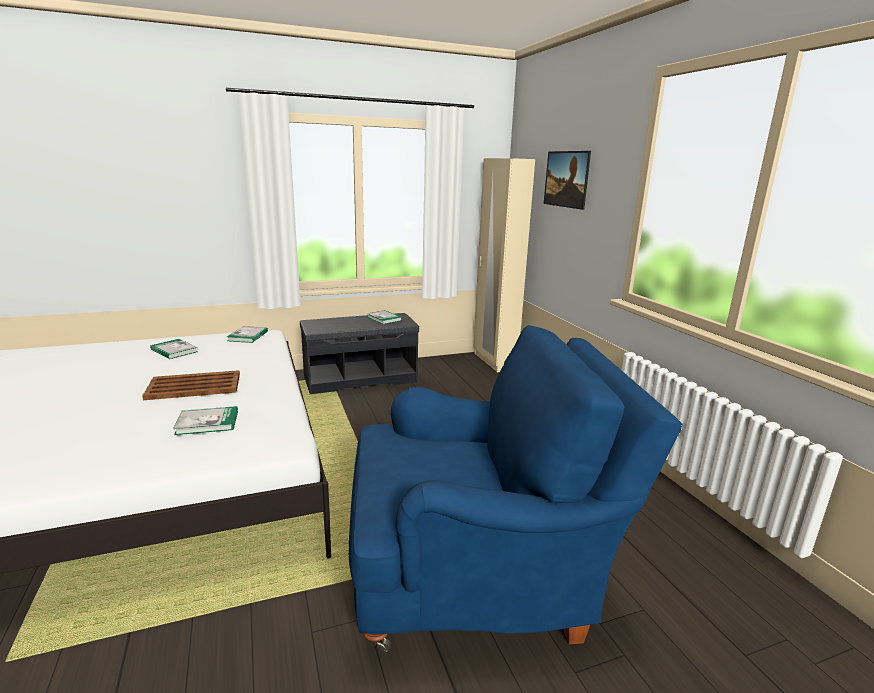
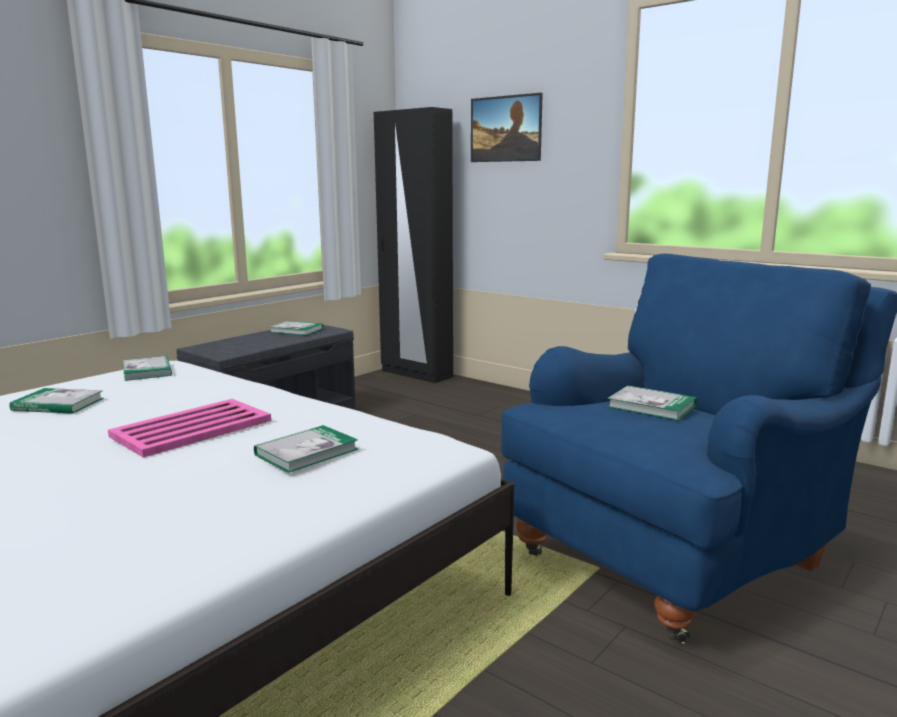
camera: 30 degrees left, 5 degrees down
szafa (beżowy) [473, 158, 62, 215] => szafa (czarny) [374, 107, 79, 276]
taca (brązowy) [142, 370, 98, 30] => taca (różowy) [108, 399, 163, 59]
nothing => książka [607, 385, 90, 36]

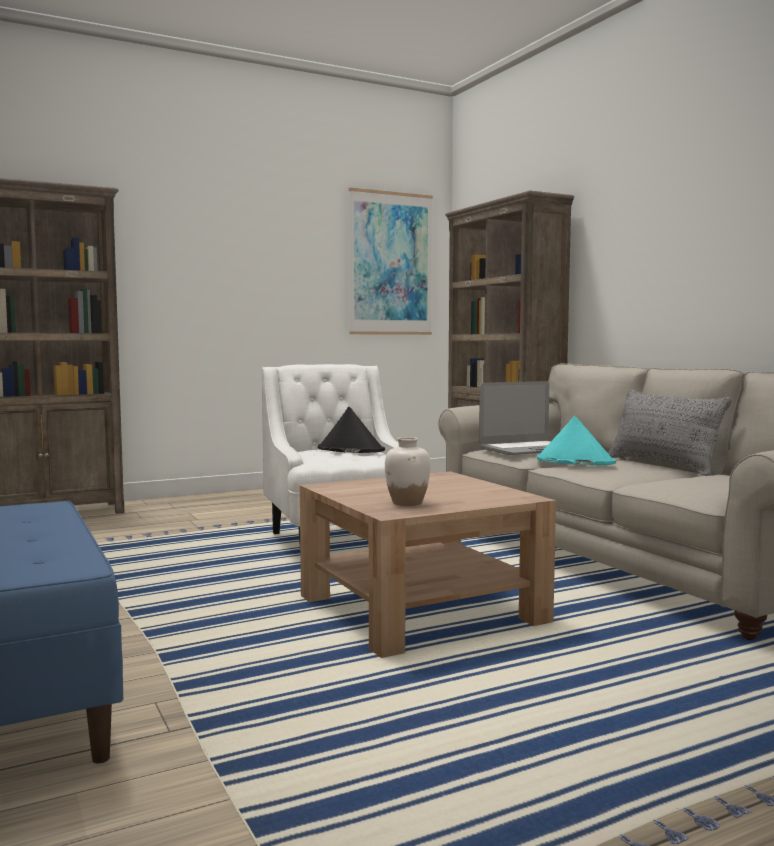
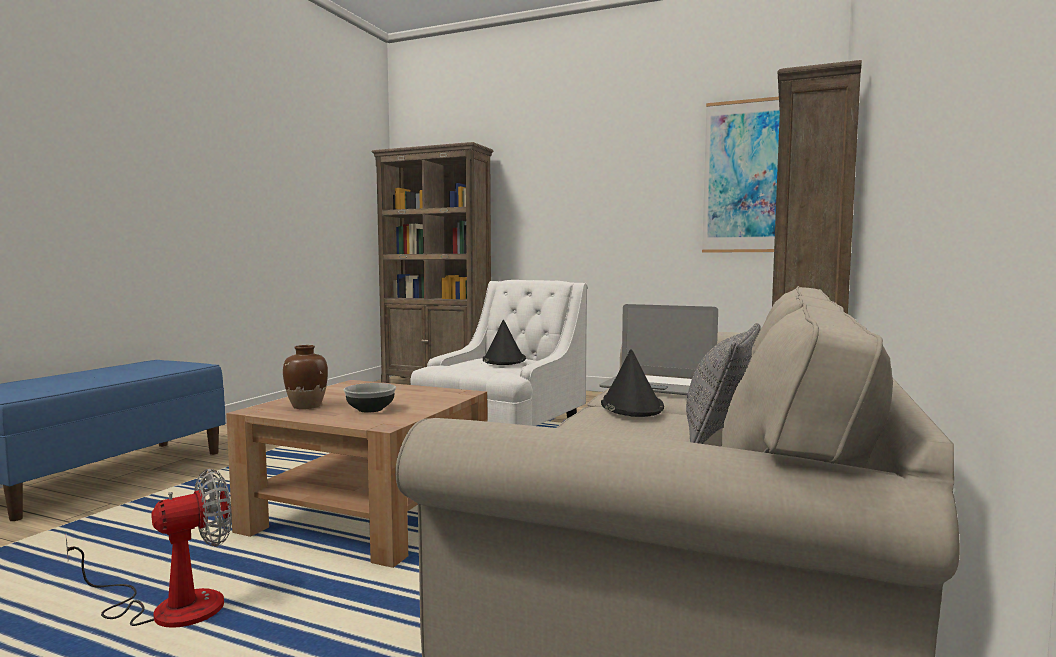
camera: 50 degrees right, 0 degrees up
kapelusz (turkusowy) [537, 416, 79, 49] => kapelusz (czarny) [601, 349, 63, 68]
wazon (biały) [385, 437, 45, 69] => wazon (brązowy) [283, 345, 45, 64]
nothing => miska [344, 383, 52, 29]
nothing => wentylator [65, 469, 167, 159]

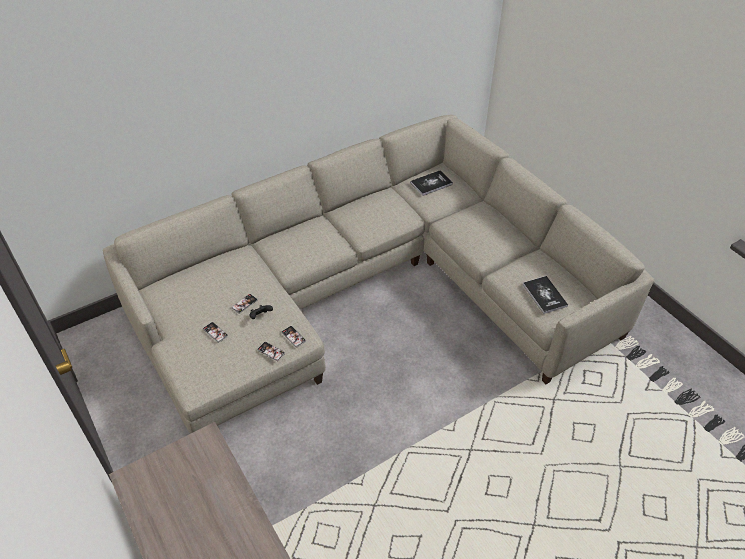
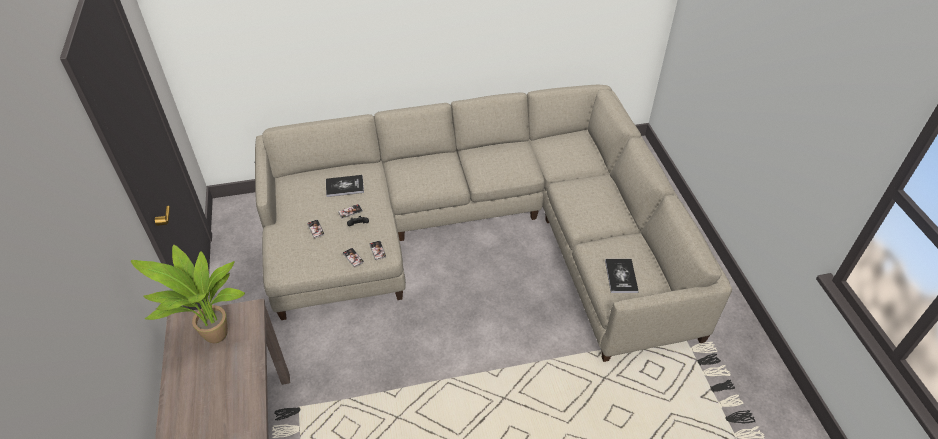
camera: 20 degrees right, 0 degrees up
książka [410, 170, 43, 26] => książka [326, 175, 38, 22], relocated
nothing => roślina doniczkowa [131, 245, 114, 98]

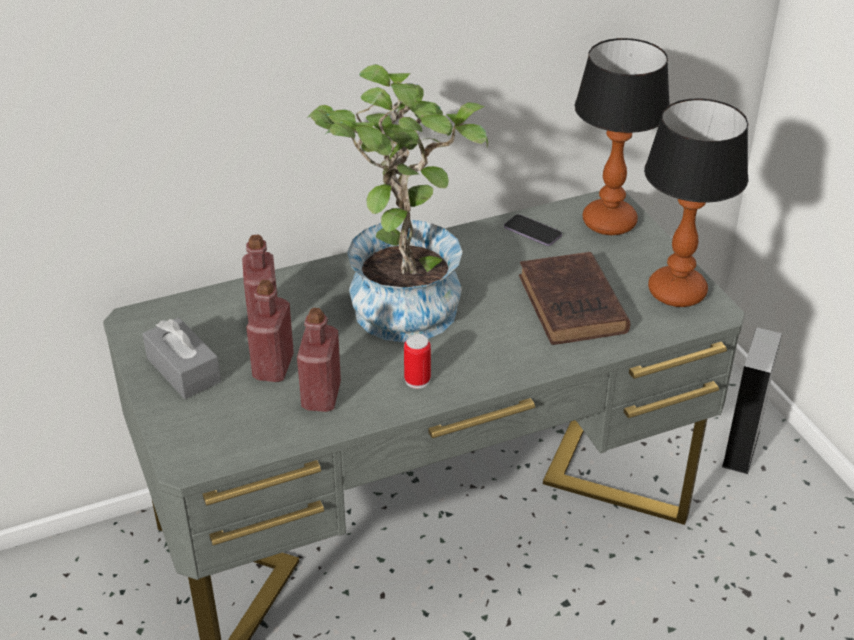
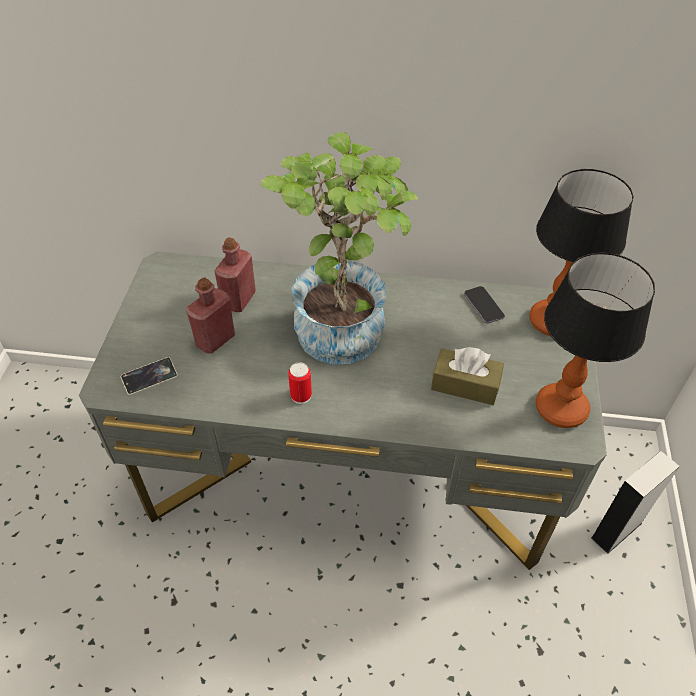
camera: 30 degrees right, 10 degrees up
książka (brązowy) [519, 252, 111, 93] => pudełko chusteczek (brązowy) [431, 347, 73, 58]
butelka (czerwony) [297, 308, 44, 104] => nothing
pudełko chusteczek (szary) [142, 317, 79, 82] => nothing
nothing => telefon [121, 357, 57, 38]

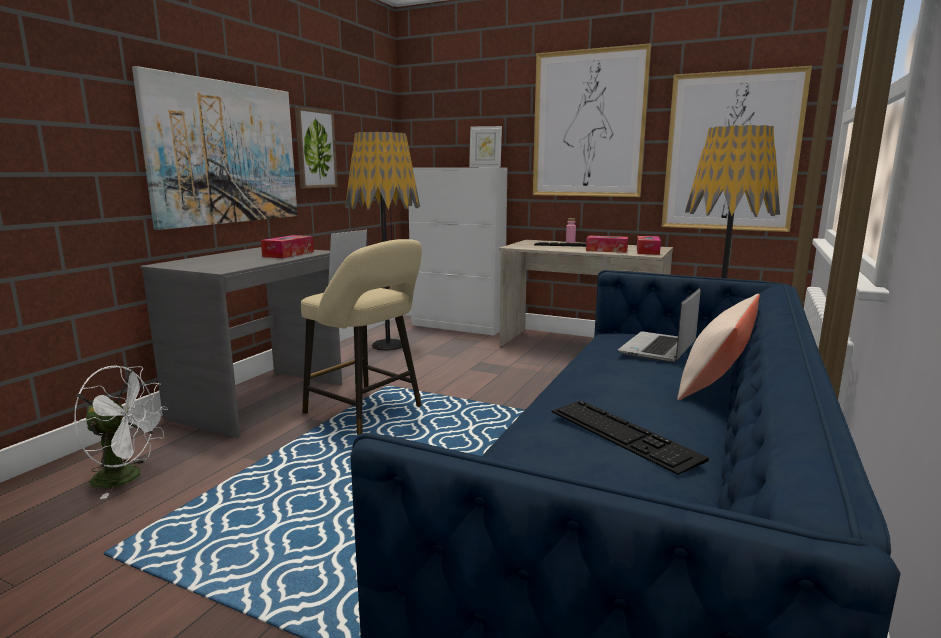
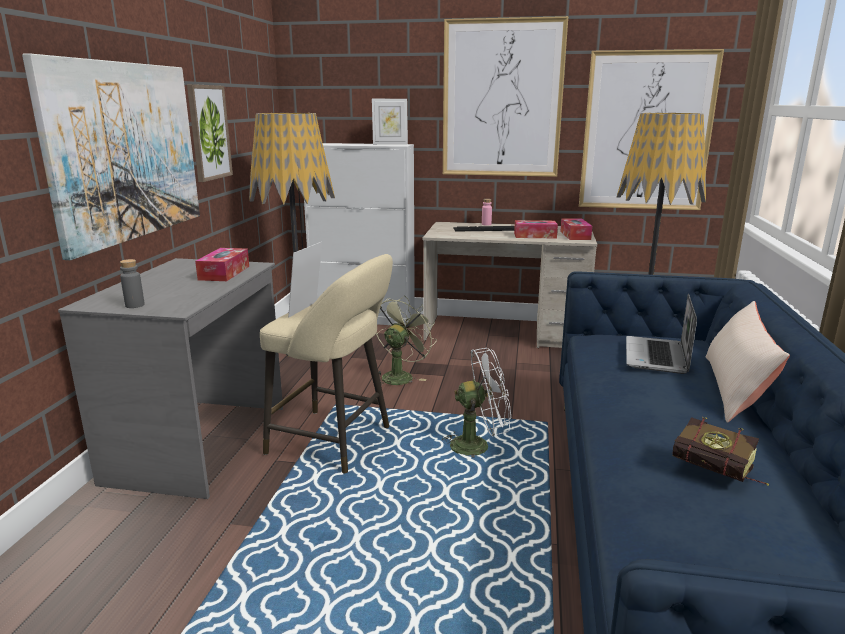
camera: 15 degrees left, 5 degrees up
wentylator (biały) [74, 366, 94, 133] => wentylator (biały) [442, 348, 69, 109], relocated
klawiatura [552, 400, 157, 75] => książka [672, 417, 97, 69]
nothing => butelka (szary) [120, 259, 25, 49]
nothing => wentylator (zielony) [371, 295, 66, 90]

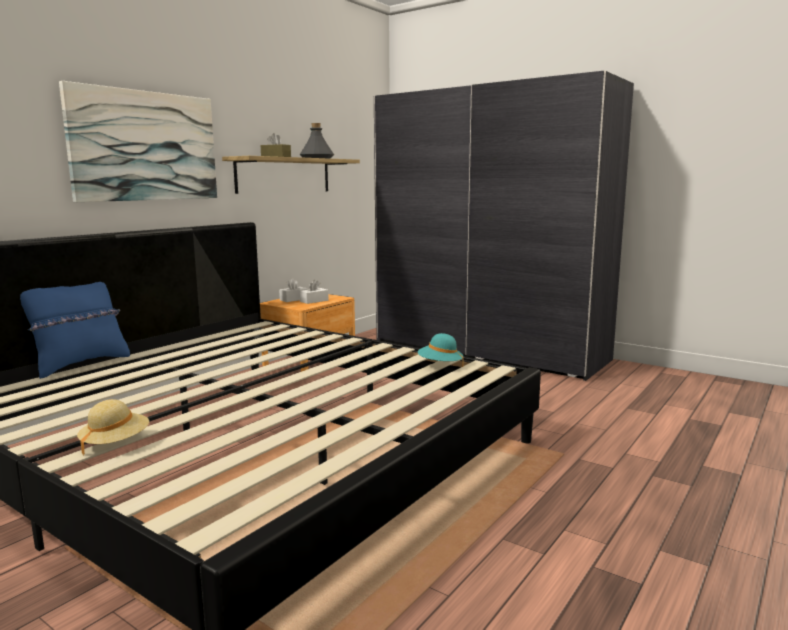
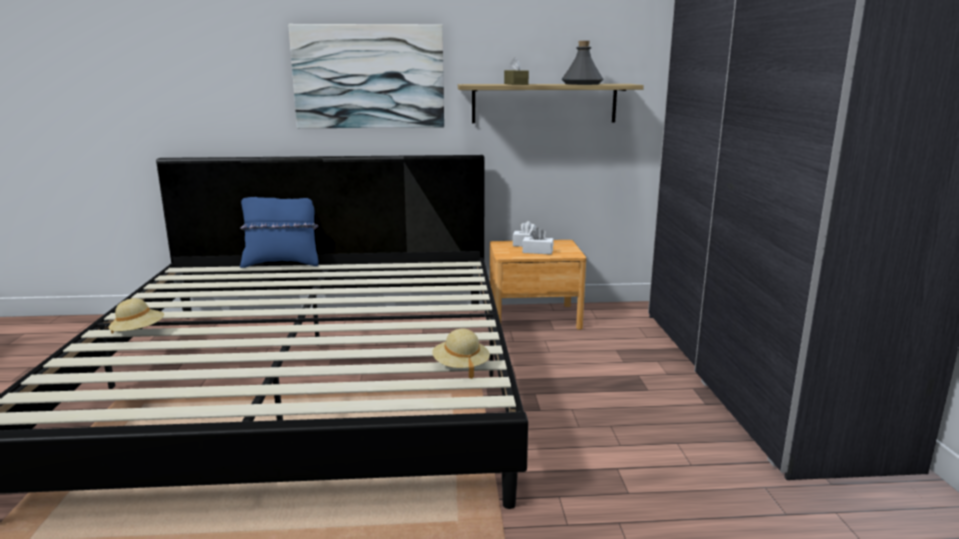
camera: 50 degrees right, 5 degrees up
kapelusz (turkusowy) [418, 333, 46, 34] => kapelusz (beżowy) [432, 329, 58, 50]

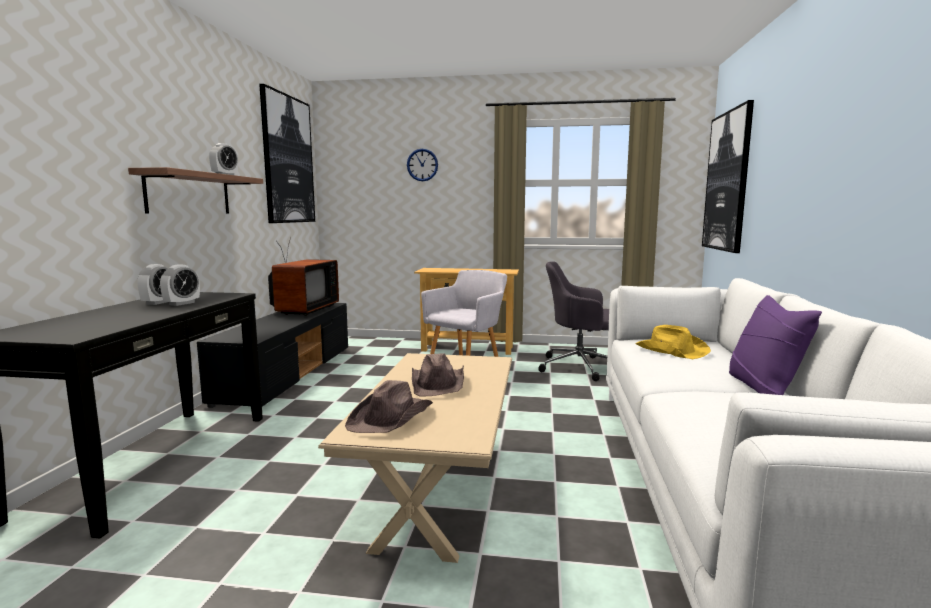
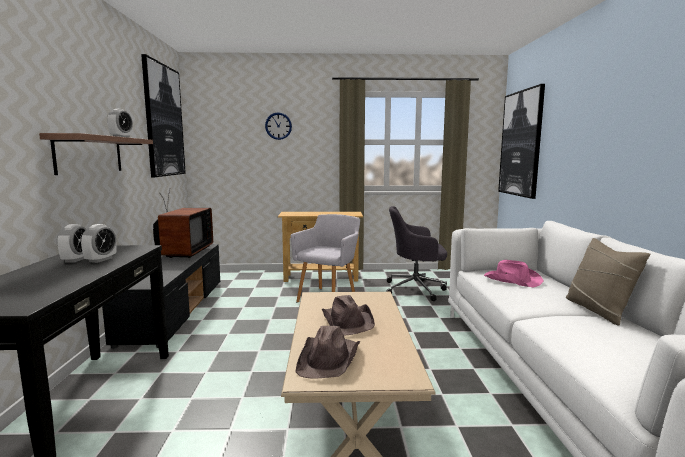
camera: 10 degrees left, 0 degrees up
poduszka (fioletowy) [729, 295, 93, 100] => poduszka (beżowy) [566, 238, 85, 87]
kapelusz (żółty) [636, 325, 75, 34] => kapelusz (różowy) [484, 260, 59, 27]

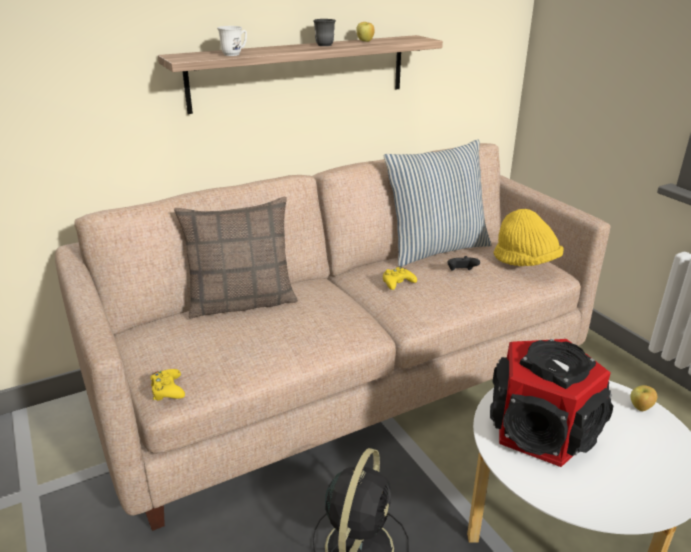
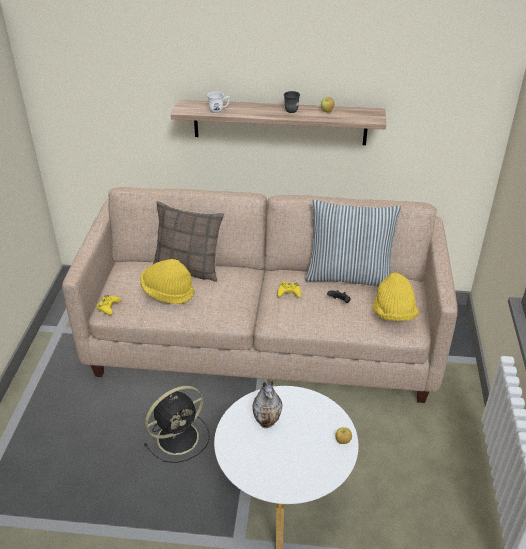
camera: 35 degrees right, 10 degrees up
głośnik [490, 339, 123, 128] => wazon [252, 380, 30, 48]
nothing => kapelusz (żółty) [140, 259, 55, 45]

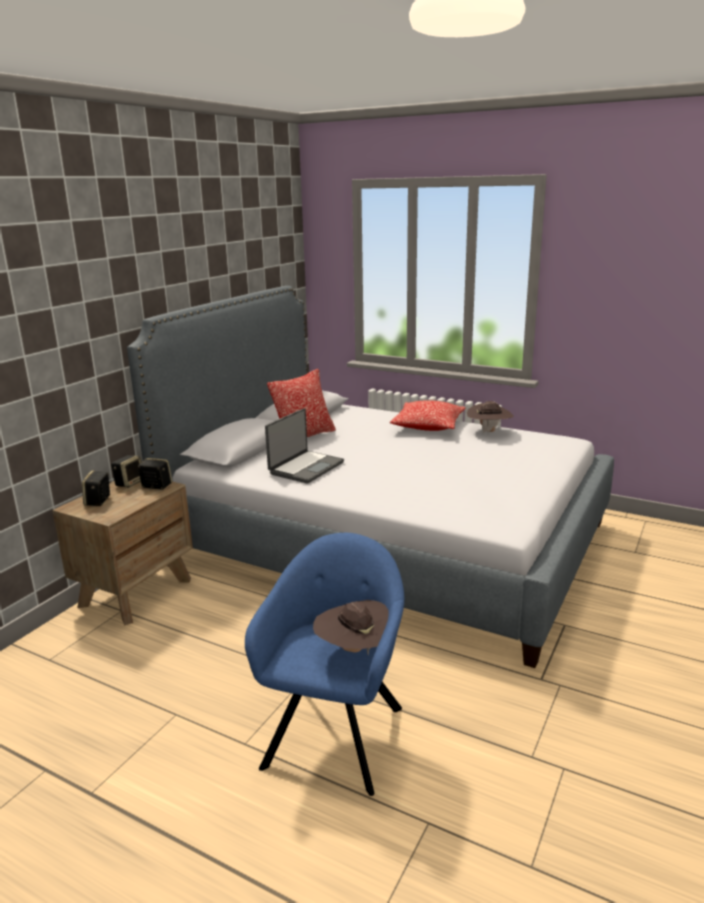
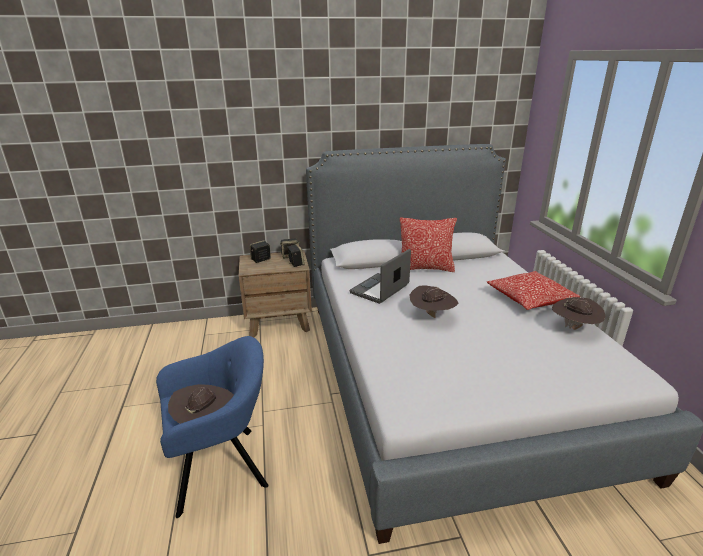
camera: 50 degrees right, 5 degrees up
laptop [265, 408, 79, 76] => laptop [349, 249, 62, 55], 135 degrees clockwise
nothing => kapelusz (brązowy) [410, 286, 48, 32]

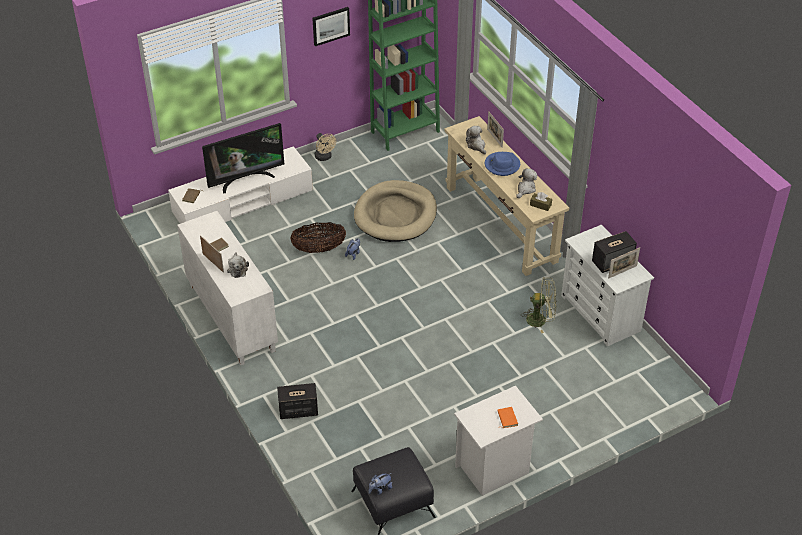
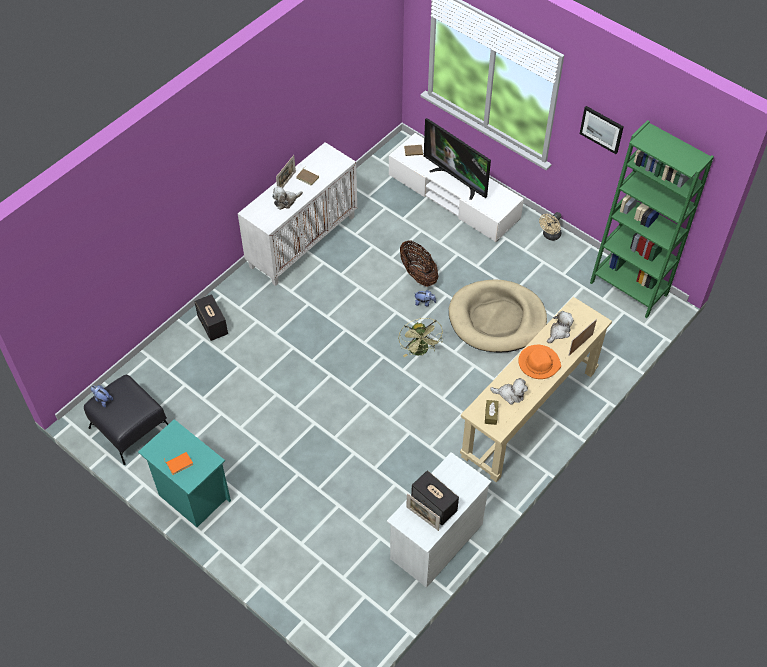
camera: 70 degrees right, 10 degrees up
kapelusz (niebieski) [485, 152, 35, 24] => kapelusz (pomarańczowy) [518, 345, 43, 34]
wentylator (zielony) [524, 277, 33, 56] => wentylator (zielony) [398, 318, 45, 39], relocated
szafka nocna (biały) [454, 385, 89, 111] => szafka nocna (turkusowy) [138, 419, 93, 108]

